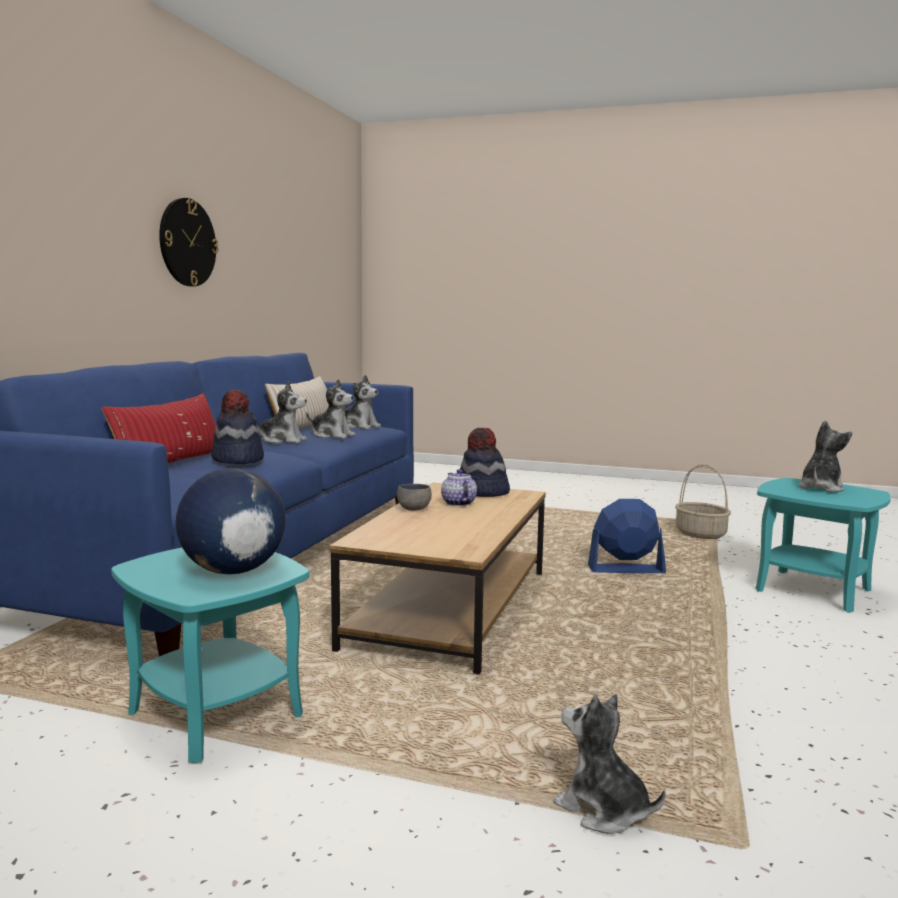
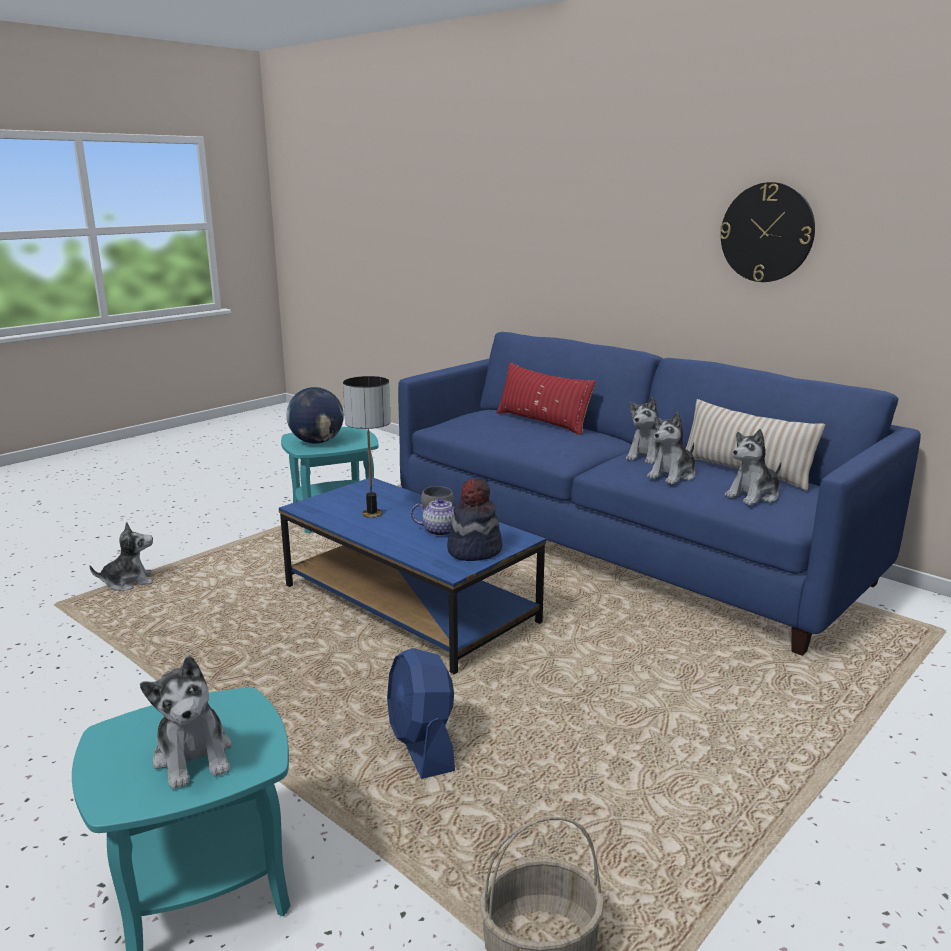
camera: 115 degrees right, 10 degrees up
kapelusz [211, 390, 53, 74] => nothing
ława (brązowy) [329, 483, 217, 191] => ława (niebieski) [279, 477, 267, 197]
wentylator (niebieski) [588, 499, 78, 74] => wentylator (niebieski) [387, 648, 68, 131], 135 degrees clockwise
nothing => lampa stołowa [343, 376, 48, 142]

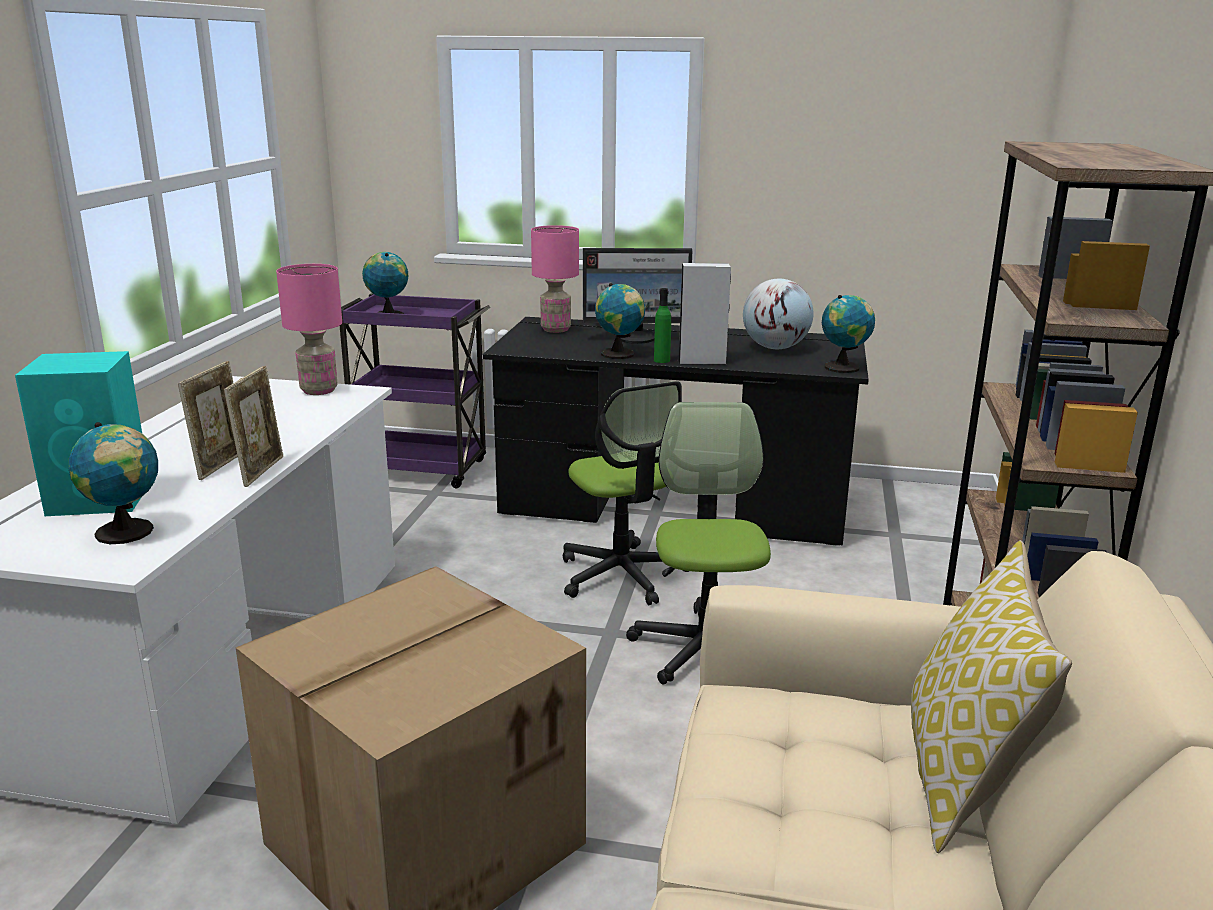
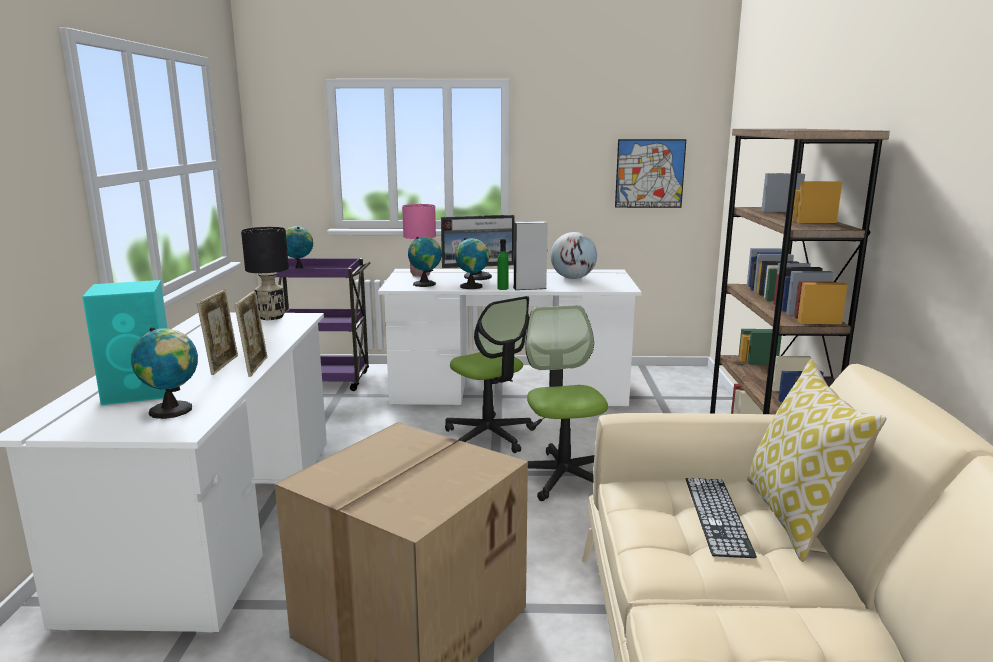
camera: 10 degrees left, 5 degrees down
lampa stołowa (różowy) [276, 264, 66, 131] => lampa stołowa (czarny) [241, 227, 48, 93]
globus [822, 295, 53, 78] => globus [408, 237, 34, 50], relocated
biurko (czarny) [483, 317, 386, 229] => biurko (biały) [378, 269, 264, 138]
nothing => obraz [615, 139, 71, 69]
nothing => klawiatura [686, 478, 71, 80]

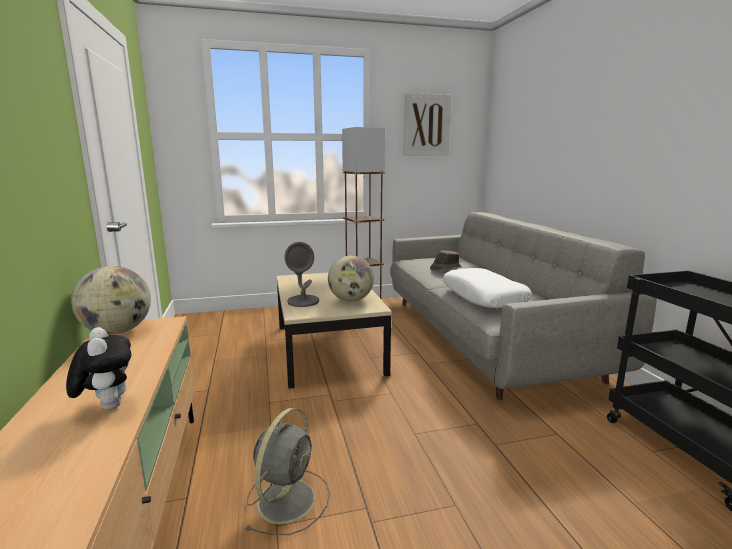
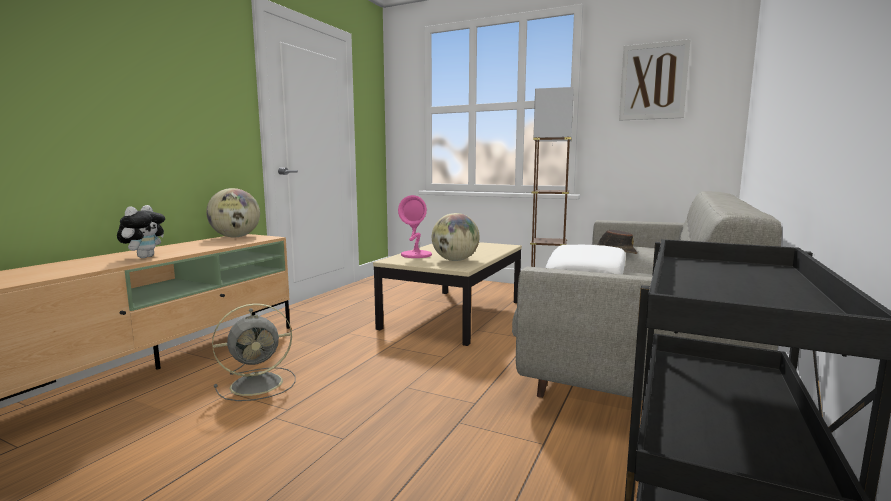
camera: 40 degrees right, 5 degrees down
lampa stołowa (szary) [284, 242, 35, 65] => lampa stołowa (różowy) [398, 195, 34, 63]

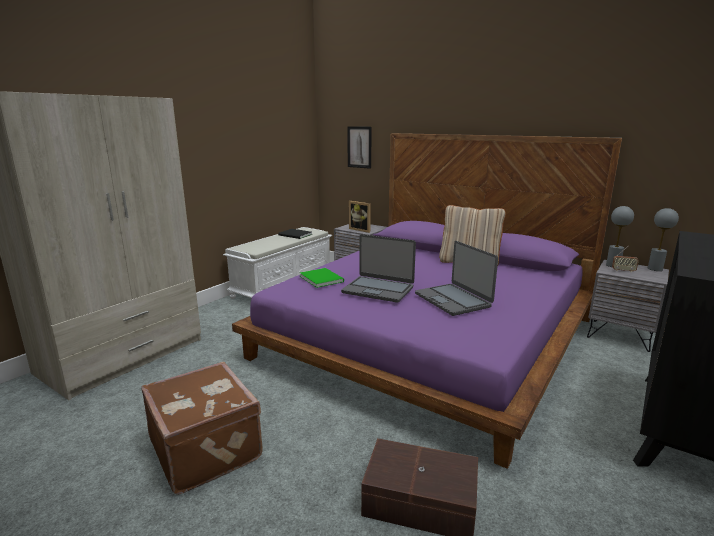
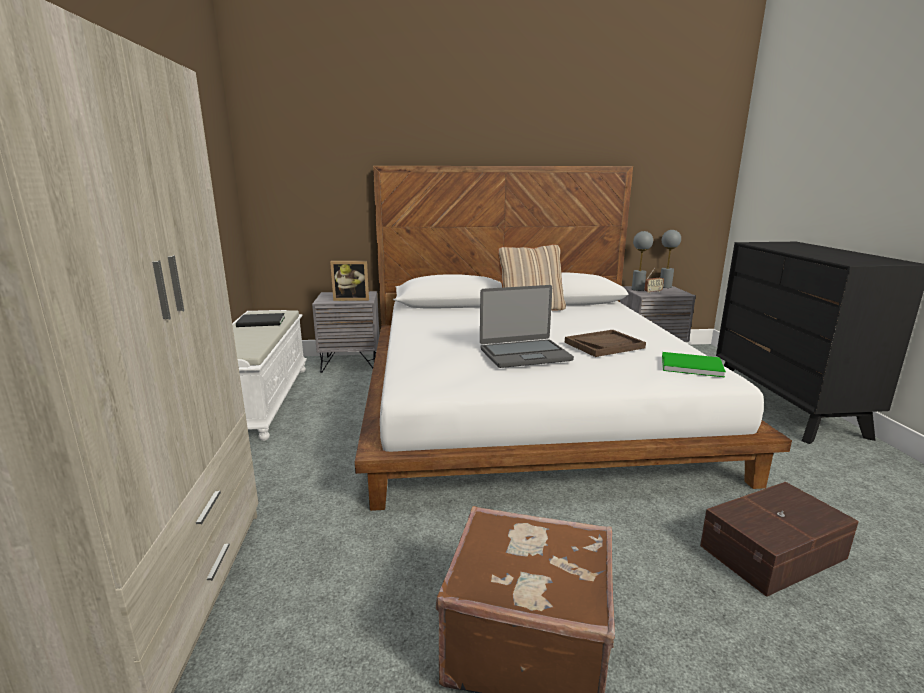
camera: 40 degrees left, 0 degrees up
obraz [347, 126, 25, 43] => nothing
łóżko (fioletowy) [232, 133, 390, 336] => łóżko (biały) [355, 166, 437, 345]
laptop [415, 241, 83, 75] => taca (brązowy) [565, 330, 81, 27]
książka (zielony) [300, 268, 44, 20] => książka (zielony) [662, 352, 64, 25], relocated

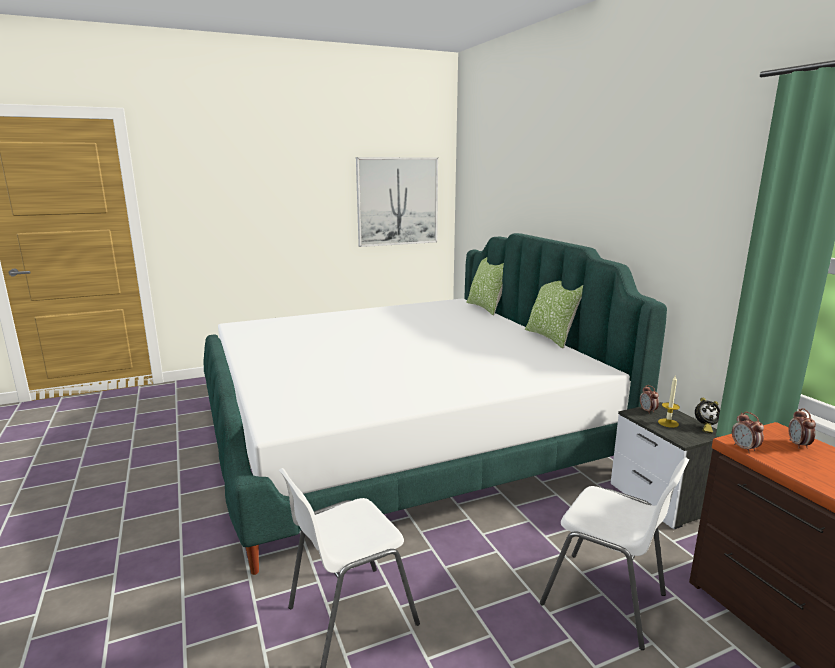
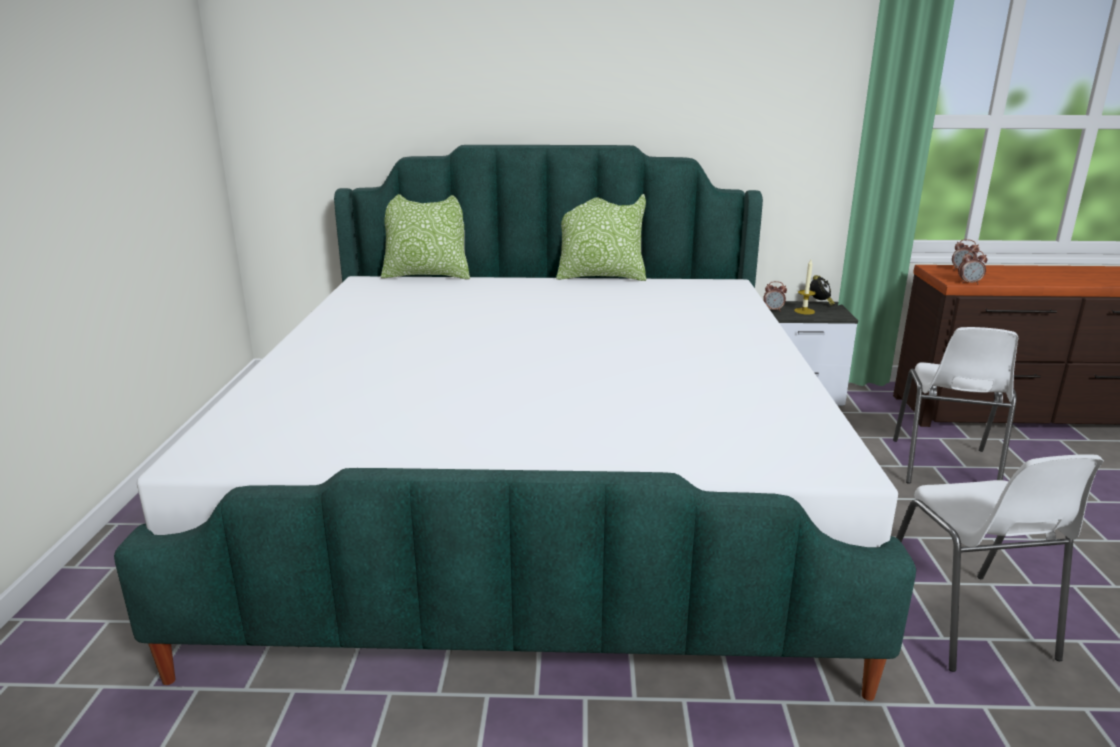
camera: 65 degrees left, 5 degrees up
obraz [356, 157, 82, 90] => nothing
krzesło (biały) [540, 458, 149, 192] => krzesło (biały) [893, 327, 125, 157], 135 degrees clockwise

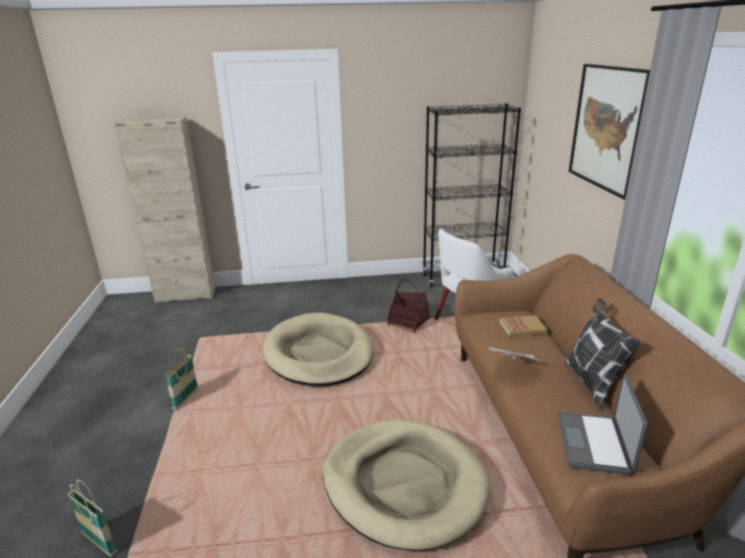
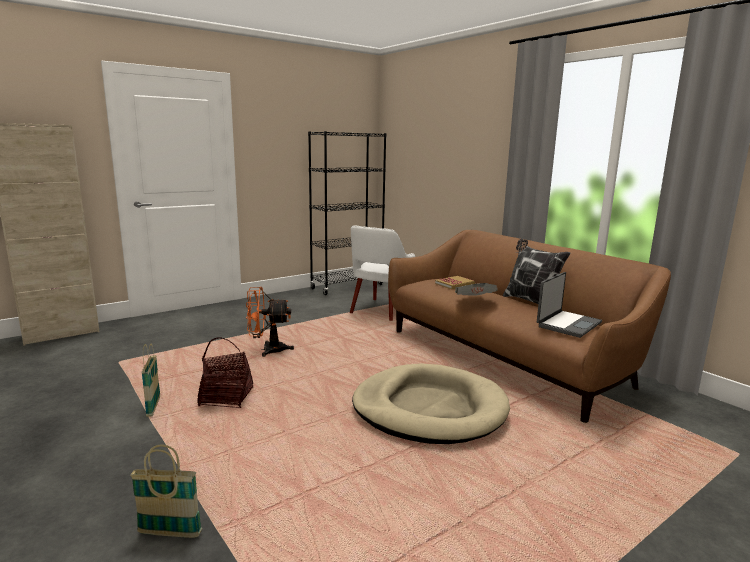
camera: 30 degrees left, 10 degrees down
obraz [569, 64, 81, 136] => nothing
koszyk [387, 280, 42, 53] => koszyk [197, 337, 57, 71], relocated
legowisko (beżowy) [263, 312, 110, 75] => wentylator (pomarańczowy) [246, 287, 48, 70]
laptop [558, 374, 90, 101] => laptop [537, 272, 65, 66], 120 degrees counterclockwise

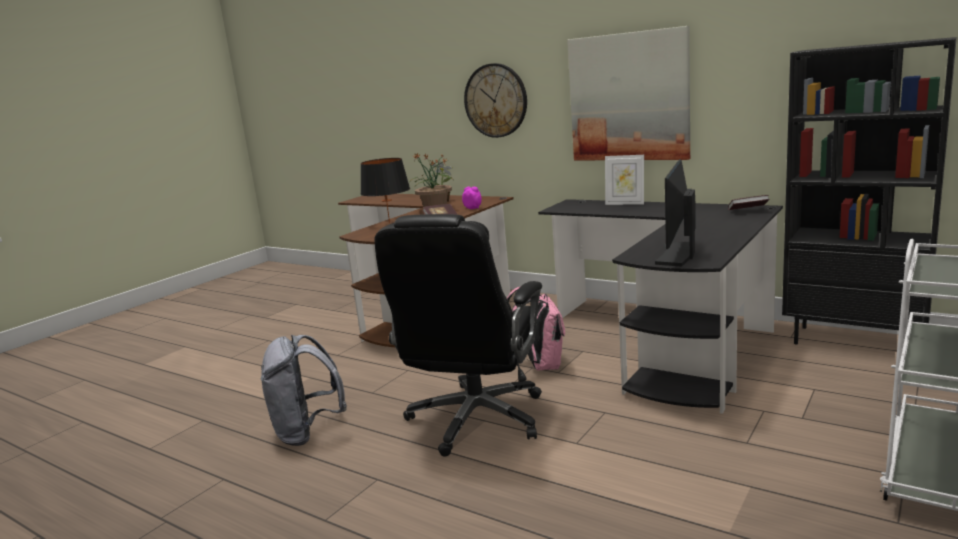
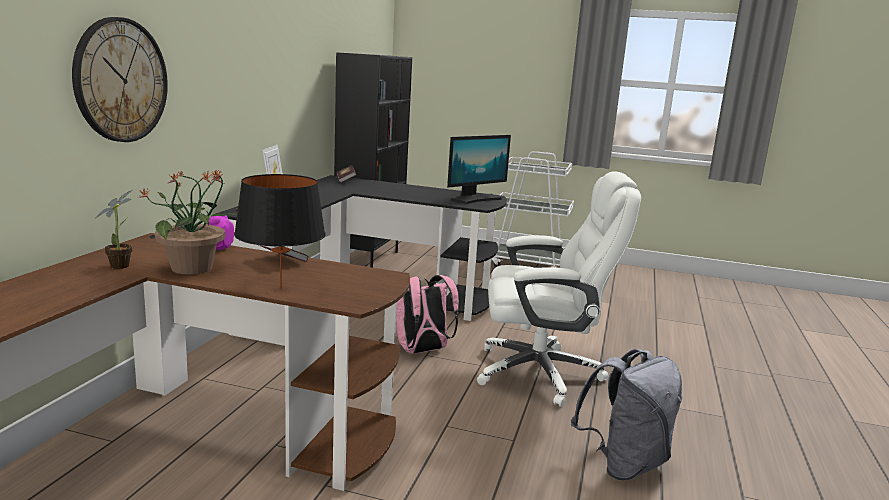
camera: 110 degrees left, 0 degrees up
obraz [567, 26, 123, 135] => nothing
monitor [655, 159, 41, 108] => monitor [447, 135, 64, 69], 45 degrees counterclockwise
krzesło biurowe (czarny) [374, 214, 168, 243] => krzesło biurowe (biały) [477, 171, 164, 236]

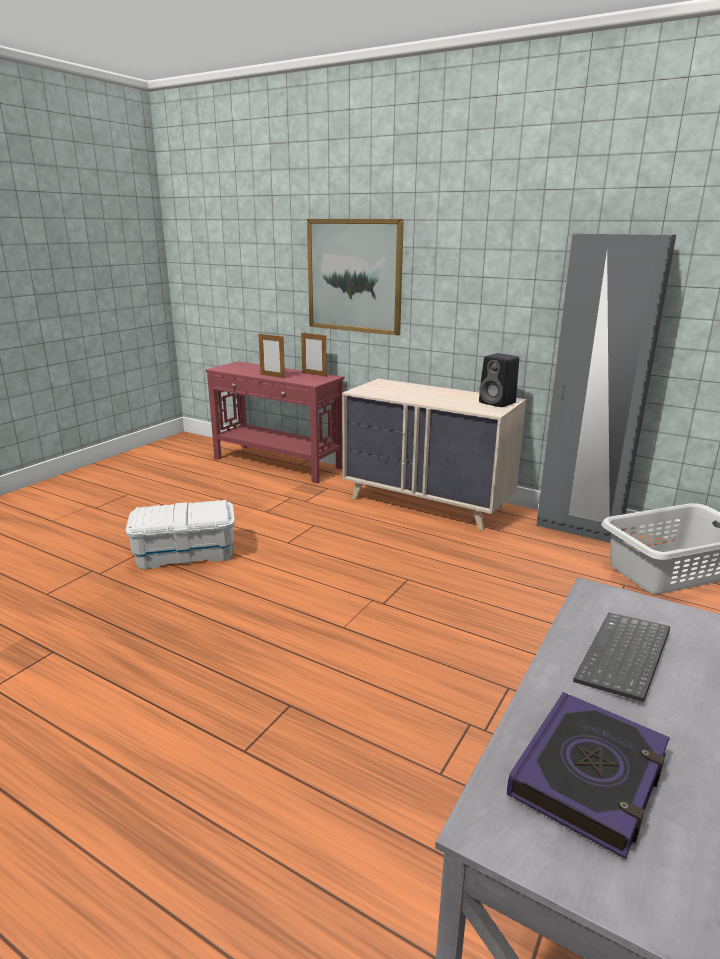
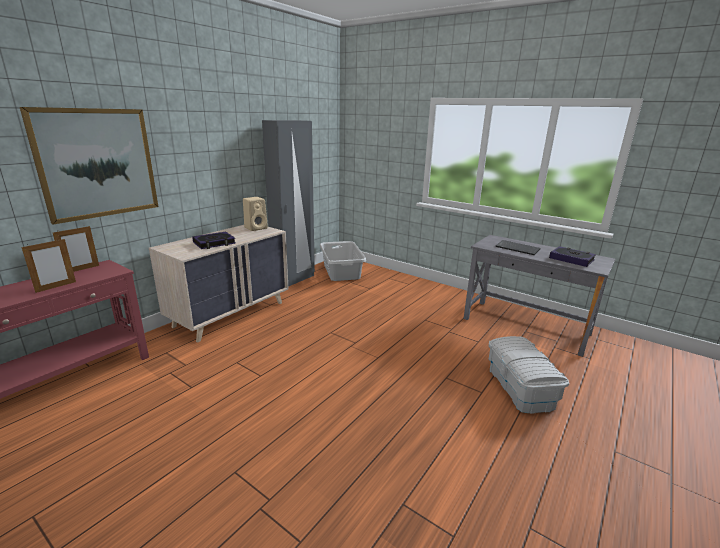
camera: 85 degrees left, 0 degrees up
głośnik (czarny) [479, 353, 40, 54] => głośnik (beżowy) [243, 197, 25, 34]
pojemnik do przechowywania (biały) [125, 500, 110, 69] => pojemnik do przechowywania (biały) [489, 336, 80, 78], relocated
nothing => książka [192, 232, 44, 17]

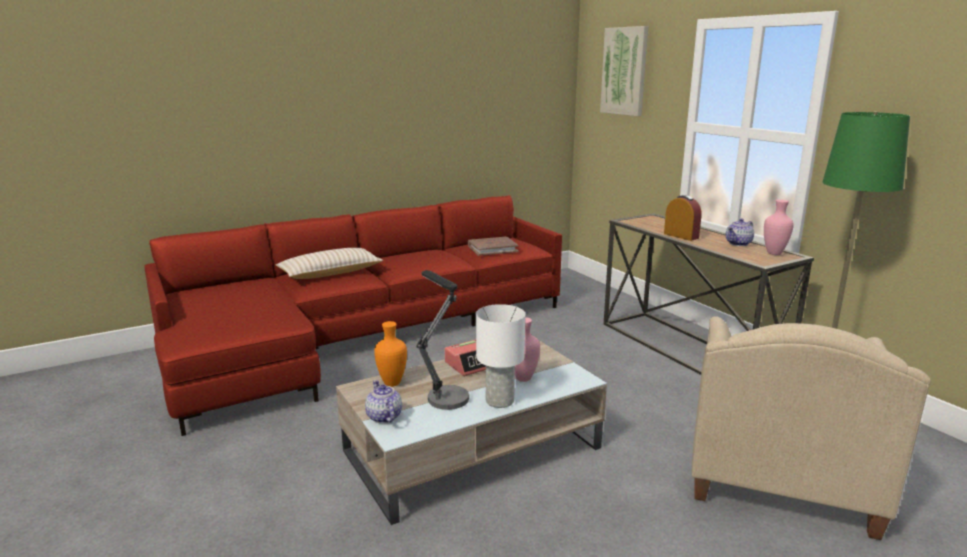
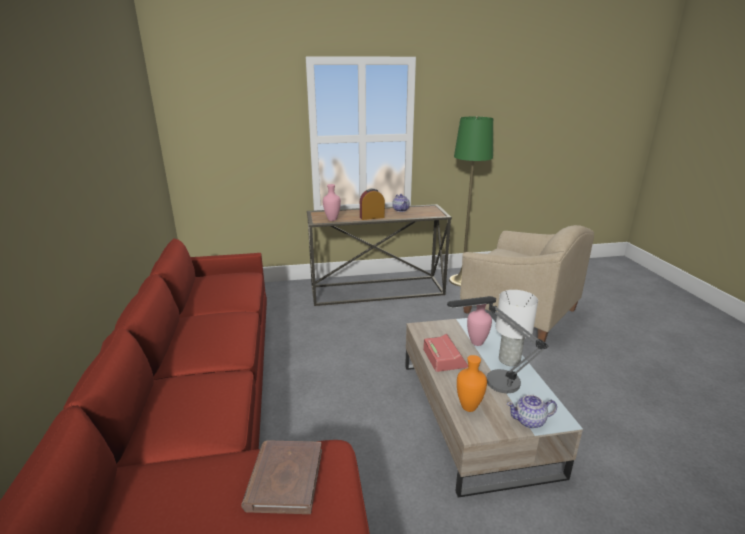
camera: 70 degrees left, 5 degrees up
obraz [600, 26, 48, 90] => nothing
wazon (różowy) [764, 199, 30, 56] => wazon (różowy) [323, 184, 18, 37], relocated
książka (brązowy) [468, 237, 51, 19] => książka (brązowy) [241, 440, 81, 74], relocated
poduszka (beżowy) [276, 248, 107, 31] => nothing

